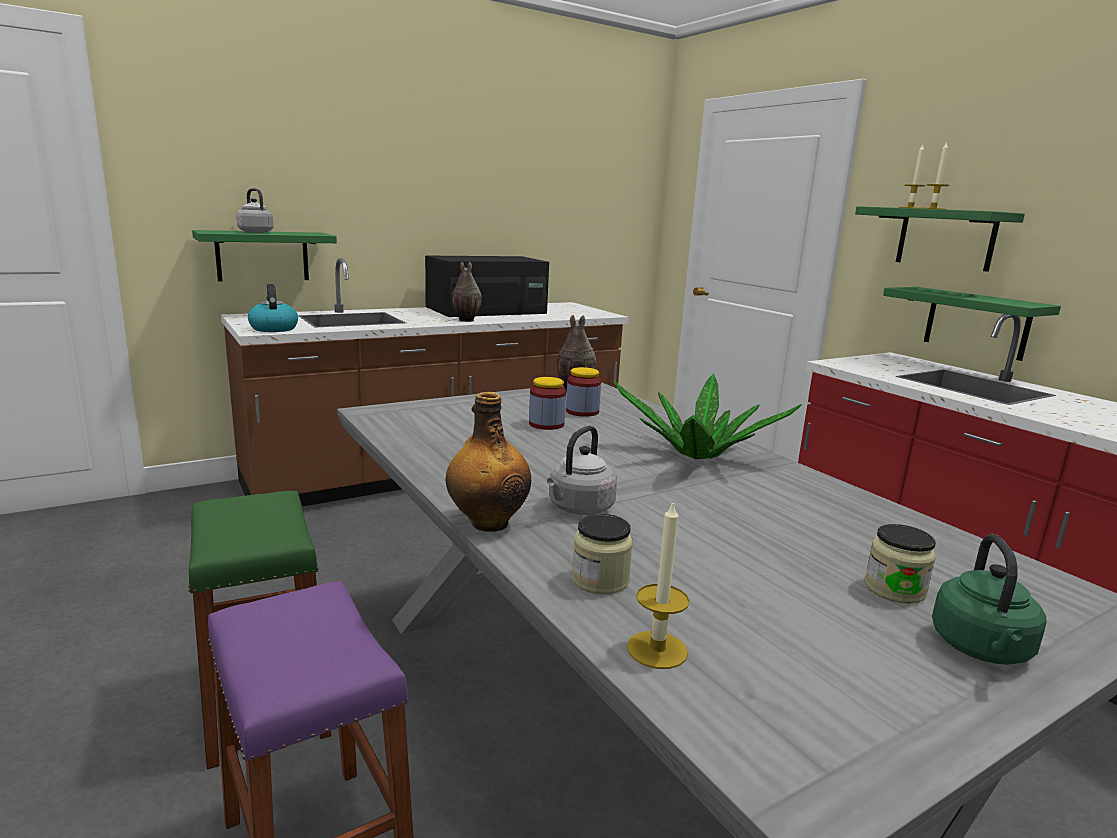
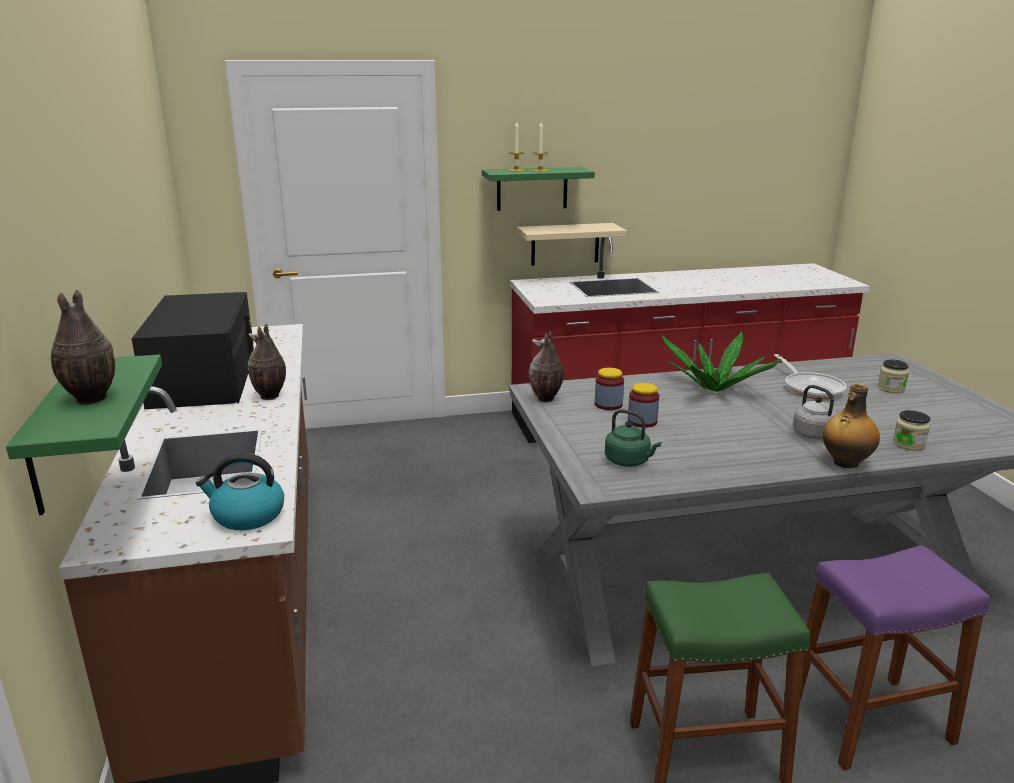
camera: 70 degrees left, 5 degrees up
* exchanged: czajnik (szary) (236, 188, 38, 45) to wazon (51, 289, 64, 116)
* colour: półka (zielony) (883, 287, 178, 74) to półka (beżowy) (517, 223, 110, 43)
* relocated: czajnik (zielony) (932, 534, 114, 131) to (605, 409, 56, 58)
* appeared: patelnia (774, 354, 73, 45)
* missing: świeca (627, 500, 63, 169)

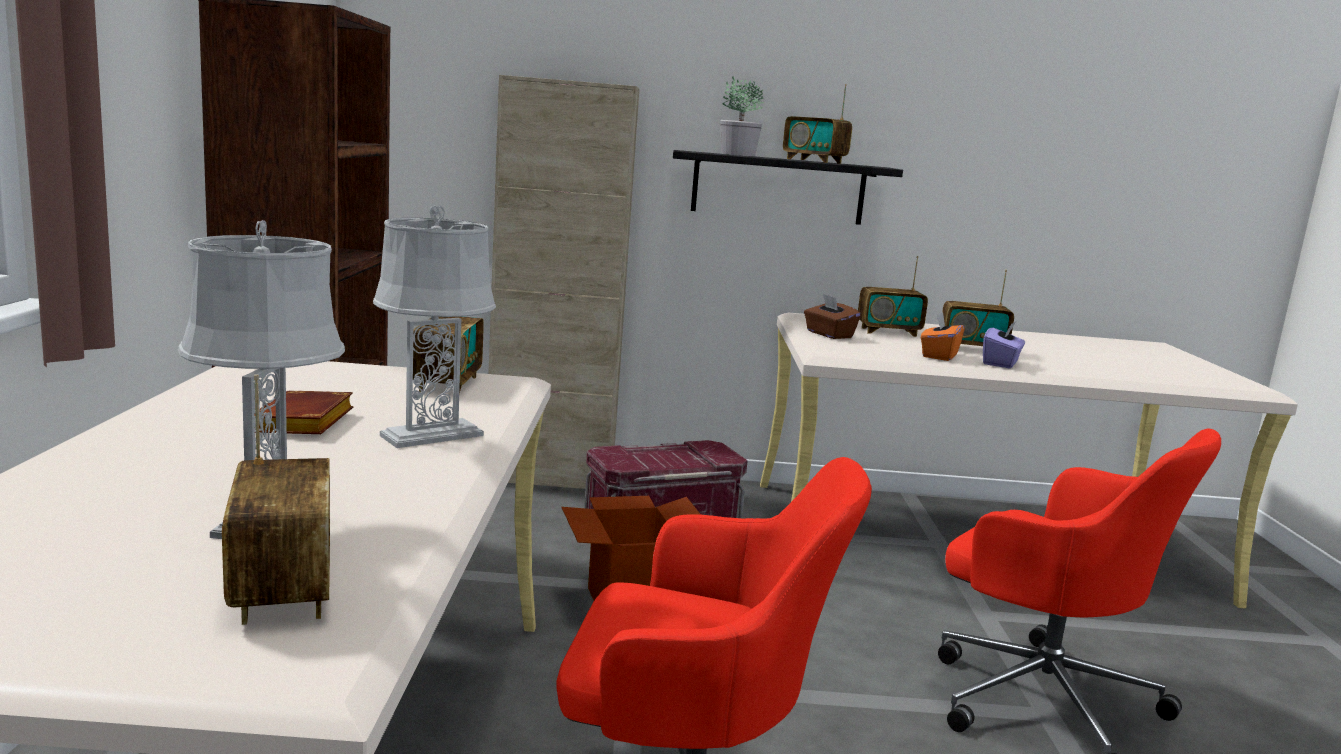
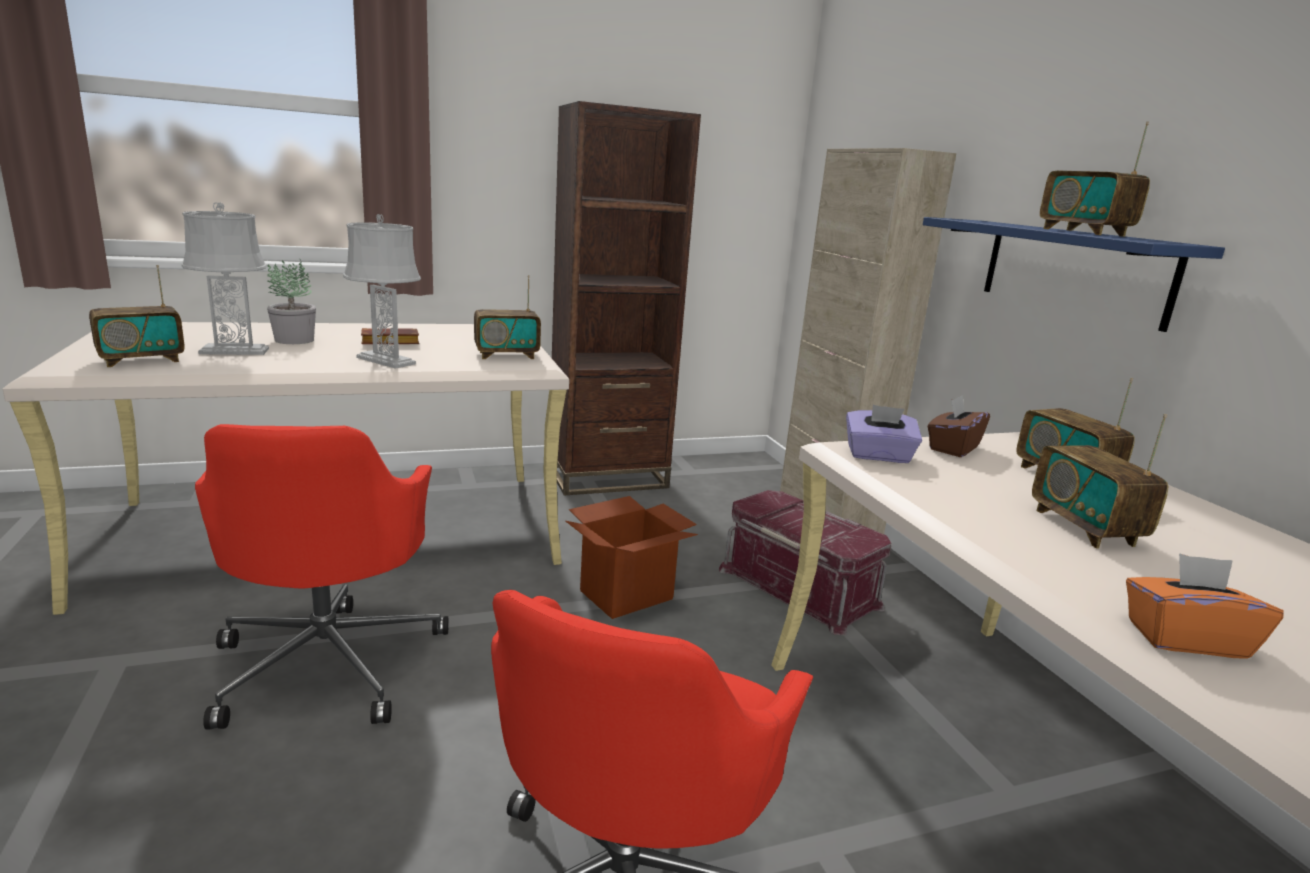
camera: 70 degrees right, 5 degrees up
* relocated: roślina doniczkowa (720, 76, 44, 81) to (267, 260, 49, 84)
* relocated: pudełko chusteczek (fioletowy) (983, 322, 42, 47) to (846, 405, 76, 58)
* colour: półka (czarny) (673, 150, 230, 75) to półka (niebieski) (923, 217, 302, 115)
* spun: radio (783, 84, 69, 80) = (1040, 122, 110, 115) 45 degrees counterclockwise
* relocated: pudełko chusteczek (pomarańczowy) (921, 312, 43, 49) to (1126, 553, 158, 106)

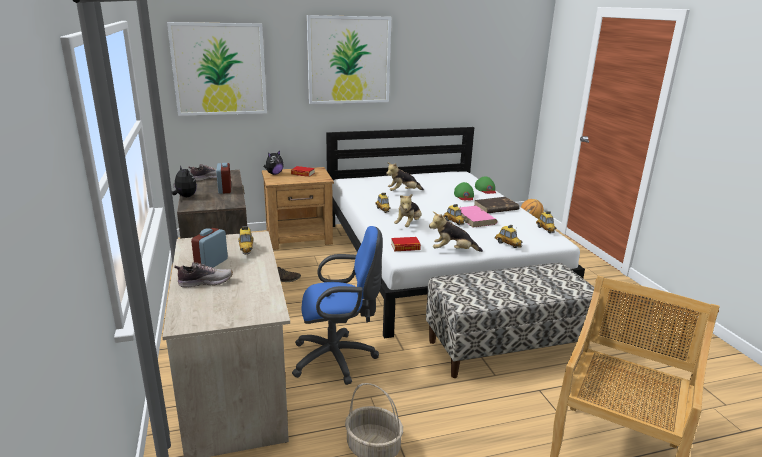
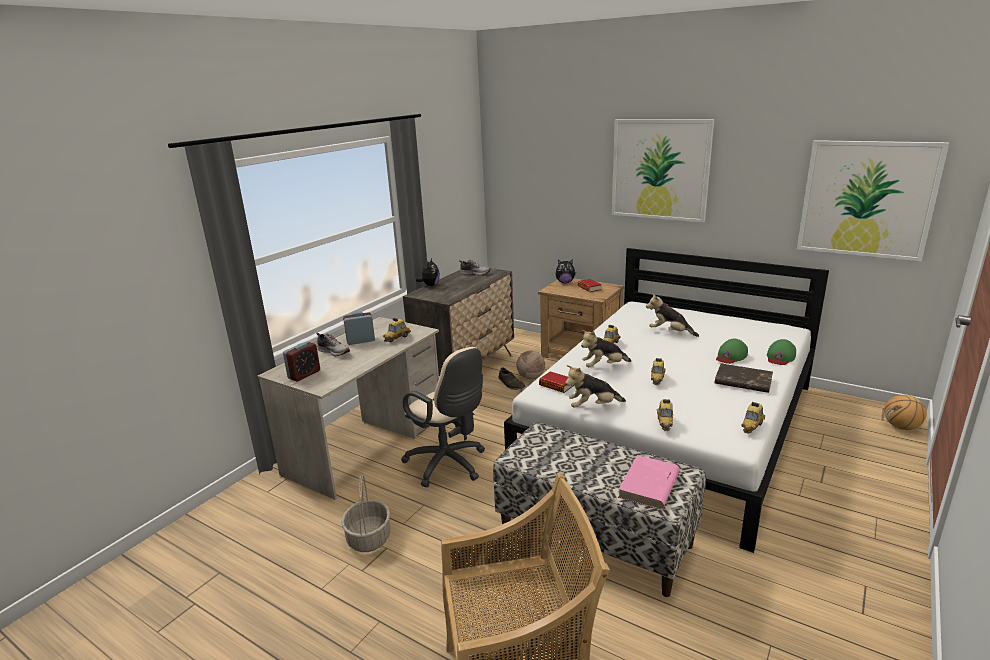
camera: 50 degrees right, 0 degrees up
* relocated: budzik (216, 163, 15, 31) to (283, 341, 37, 40)
* colour: krzesło biurowe (niebieski) (292, 226, 91, 159) to krzesło biurowe (beżowy) (401, 347, 84, 140)
* appeared: piłka do koszykówki (516, 351, 29, 28)
* spun: pluszak (429, 212, 54, 40) = (565, 365, 61, 43) 60 degrees counterclockwise
* relocated: książka (różowy) (459, 206, 39, 22) to (618, 455, 62, 54)
* relocated: obraz (167, 22, 100, 94) to (797, 140, 152, 121)

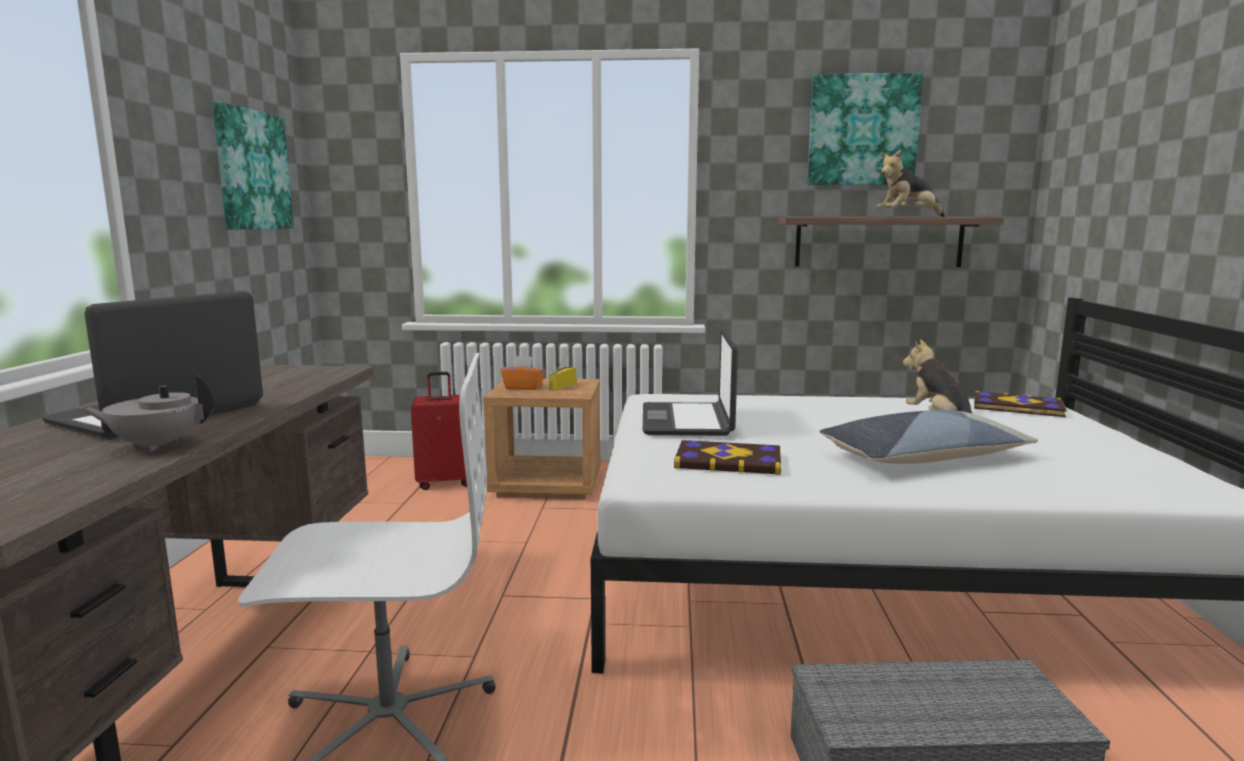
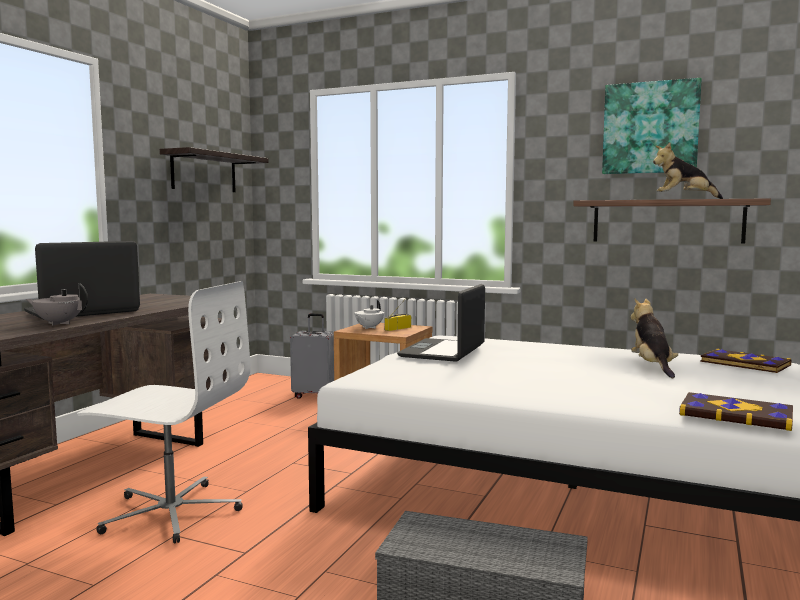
camera: 20 degrees right, 5 degrees down
* exchanged: obraz (212, 101, 82, 129) to półka (160, 147, 109, 45)
* colour: walizka (czerwony) (411, 372, 56, 118) to walizka (szary) (290, 314, 44, 85)
* exchanged: pudełko chusteczek (pomarańczowy) (501, 356, 44, 34) to imbryk (biały) (355, 300, 29, 29)
* relocated: książka (674, 440, 107, 35) to (679, 392, 114, 39)
* missing: poduszka (819, 410, 219, 54)

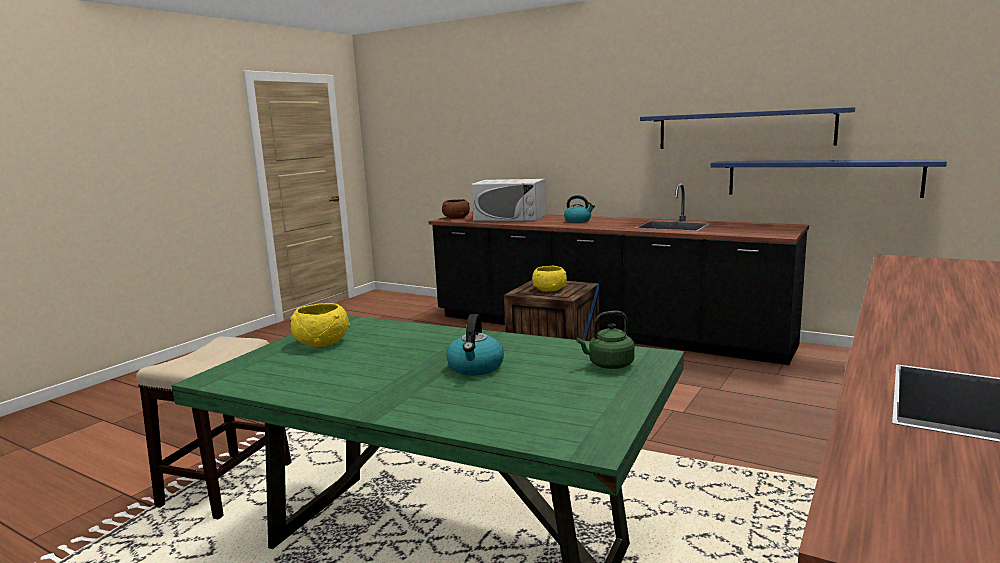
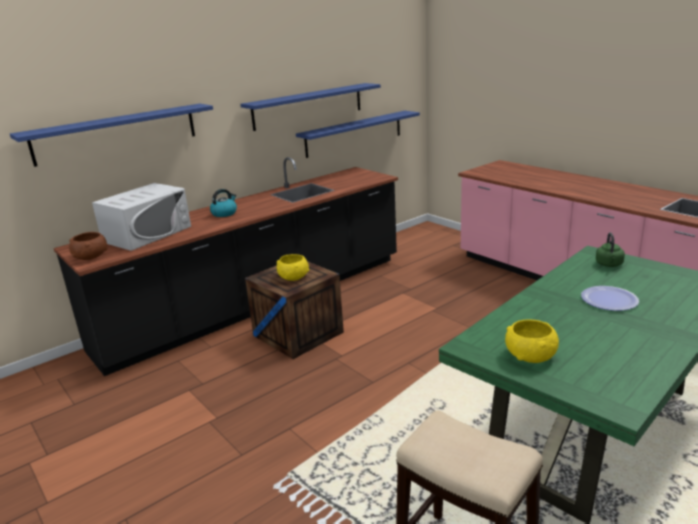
camera: 70 degrees left, 10 degrees up
* appeared: półka (niebieski) (10, 104, 203, 63)
* exchanged: czajnik (446, 314, 58, 62) to talerz (581, 286, 58, 25)

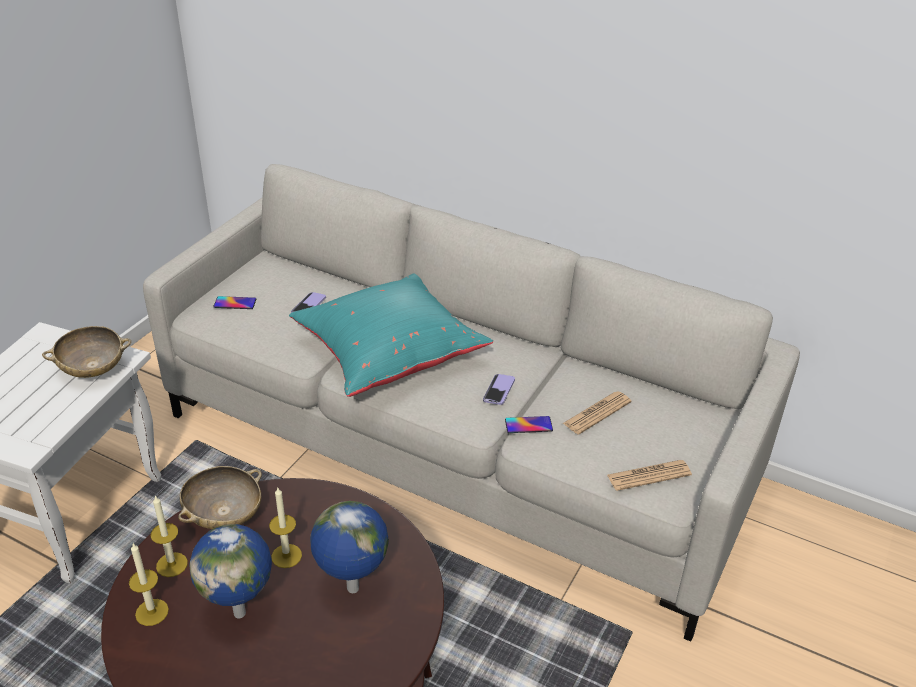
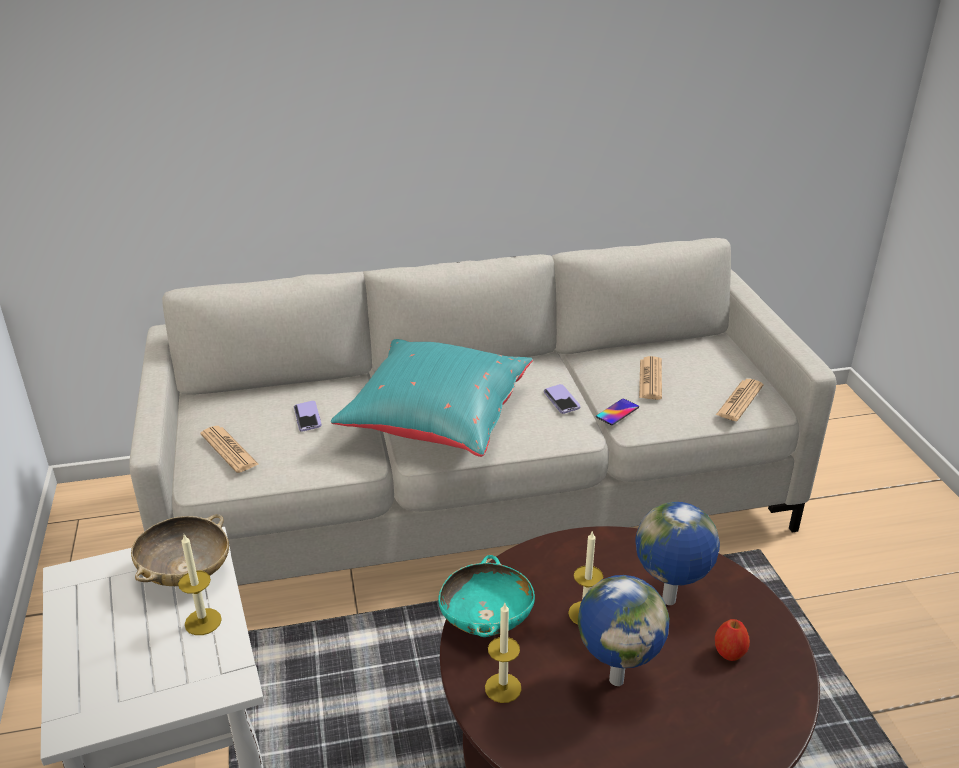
camera: 40 degrees left, 5 degrees down
* relocated: świeca (129, 543, 40, 83) to (178, 535, 44, 100)
* exchanged: telefon (213, 296, 43, 13) to gazeta (200, 426, 59, 47)
* colour: miska (beżowy) (178, 466, 84, 63) to miska (turkusowy) (438, 555, 97, 82)
* appeared: jabłko (715, 619, 35, 42)

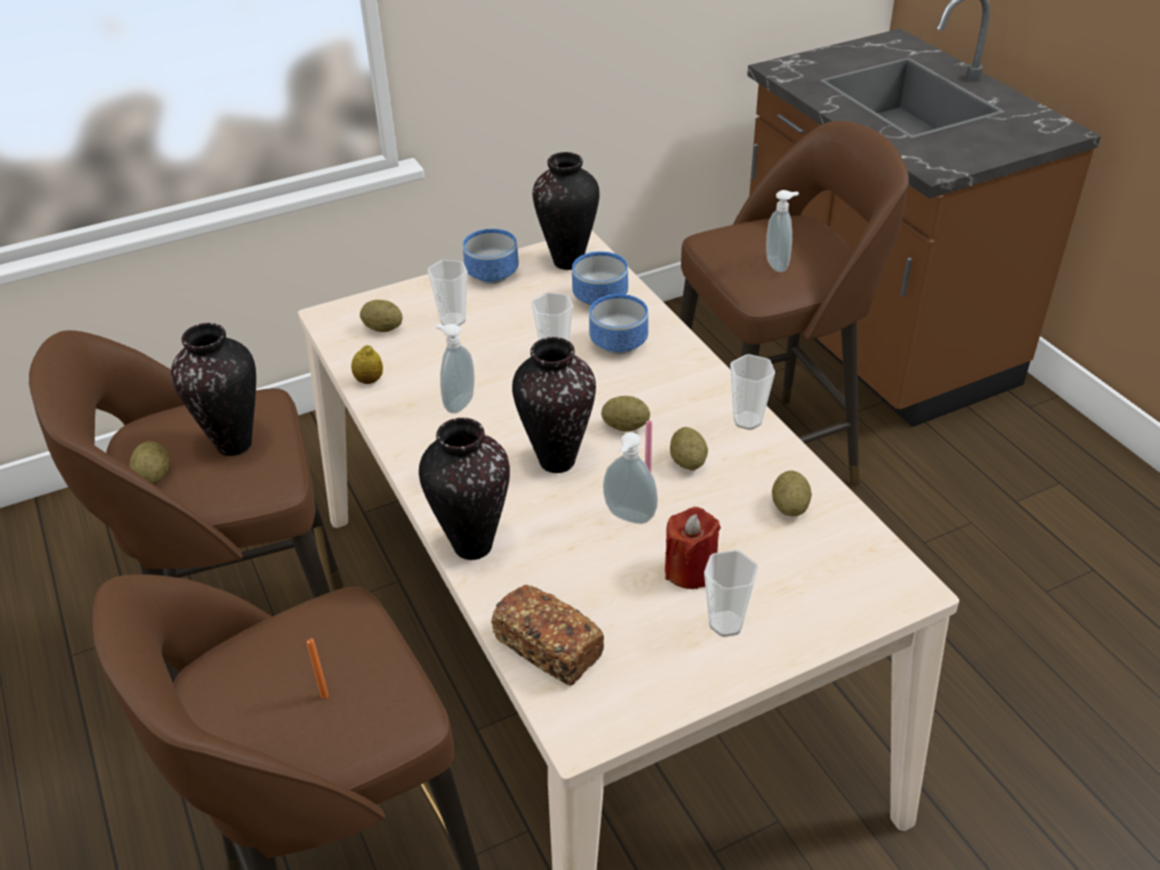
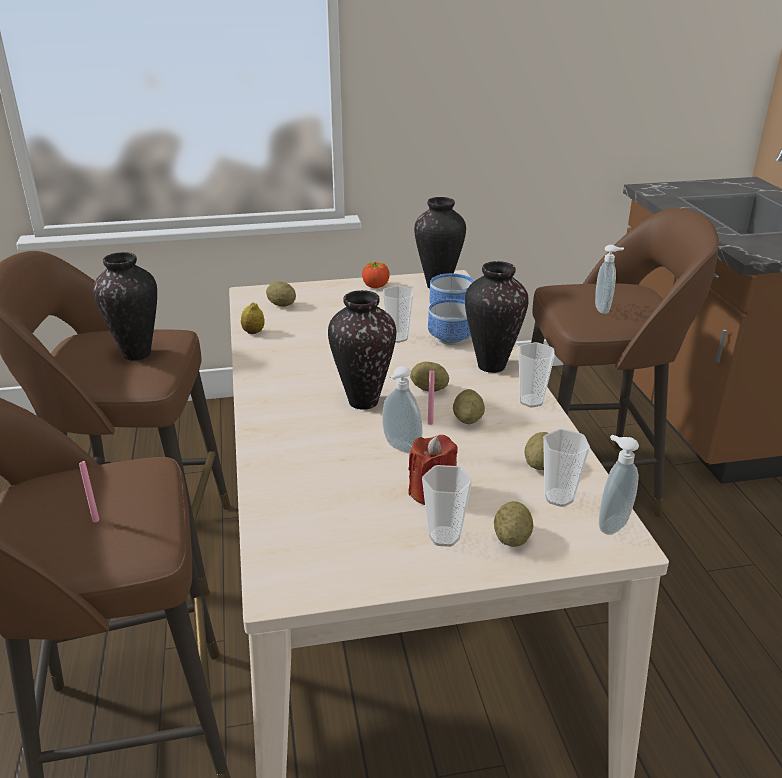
camera: 15 degrees right, 10 degrees down
* colour: świeca (pomarańczowy) (307, 638, 22, 61) to świeca (różowy) (79, 460, 20, 62)
* exchanged: miska (463, 229, 56, 55) to pomidor (362, 261, 28, 27)
* relocated: wazon (419, 418, 91, 142) to (465, 261, 64, 112)
* relocated: ziemniak (130, 441, 39, 43) to (494, 501, 39, 46)
* relocated: filiżanka (427, 260, 40, 66) to (543, 429, 47, 78)
* relocated: dozownik mydła (436, 324, 38, 90) to (599, 435, 40, 100)
* missing: chleb (491, 584, 113, 102)

